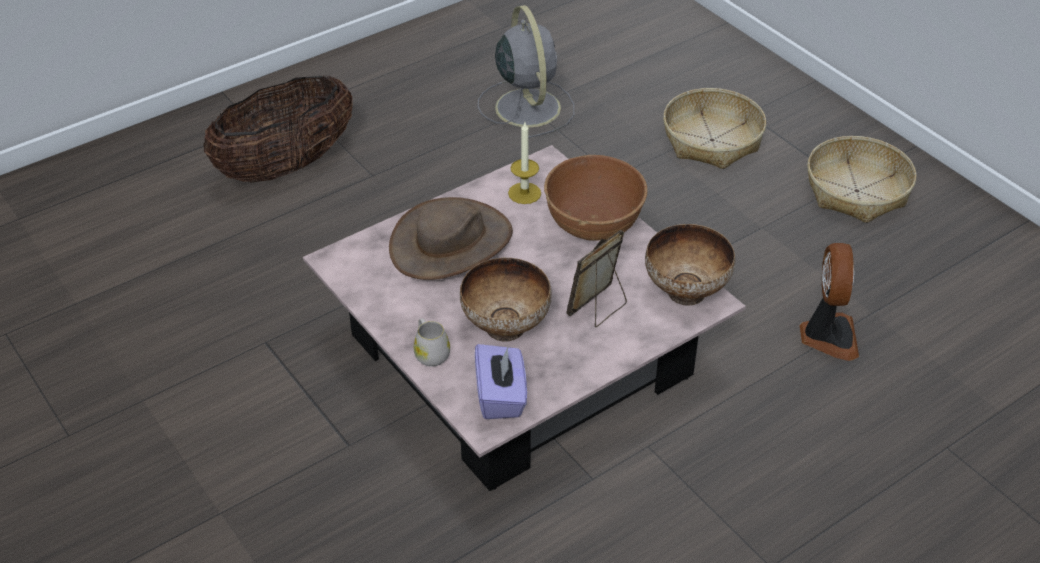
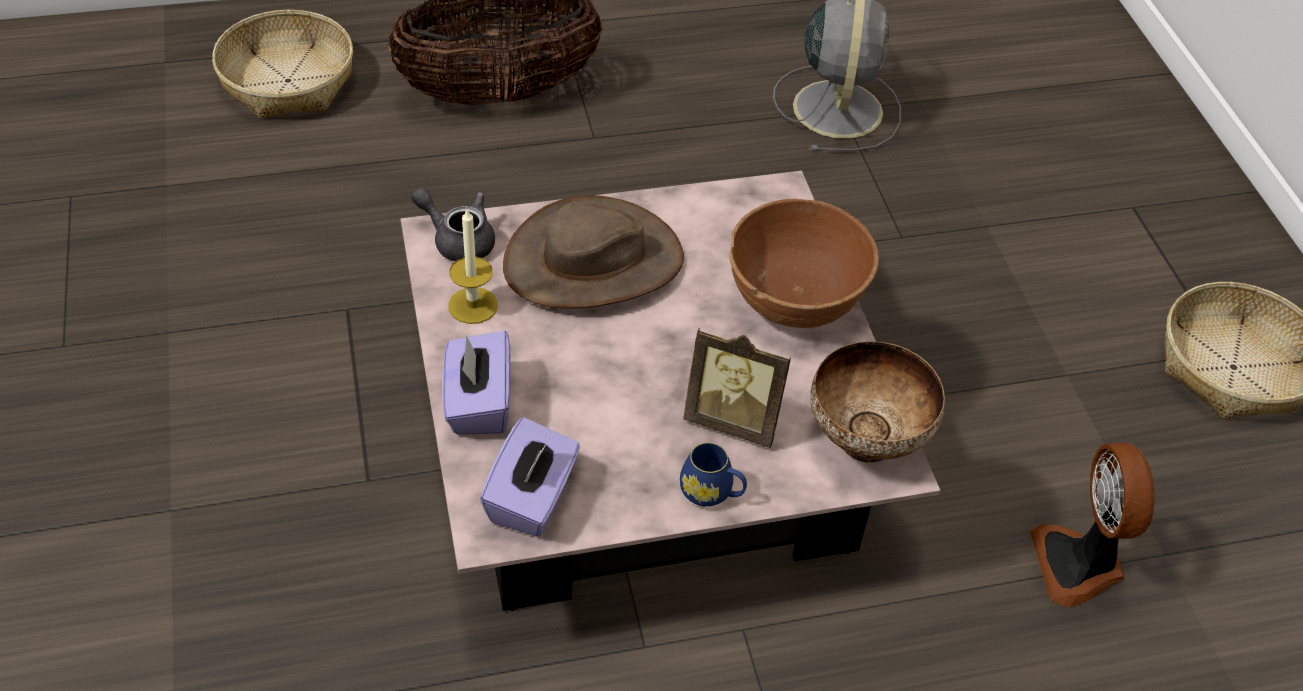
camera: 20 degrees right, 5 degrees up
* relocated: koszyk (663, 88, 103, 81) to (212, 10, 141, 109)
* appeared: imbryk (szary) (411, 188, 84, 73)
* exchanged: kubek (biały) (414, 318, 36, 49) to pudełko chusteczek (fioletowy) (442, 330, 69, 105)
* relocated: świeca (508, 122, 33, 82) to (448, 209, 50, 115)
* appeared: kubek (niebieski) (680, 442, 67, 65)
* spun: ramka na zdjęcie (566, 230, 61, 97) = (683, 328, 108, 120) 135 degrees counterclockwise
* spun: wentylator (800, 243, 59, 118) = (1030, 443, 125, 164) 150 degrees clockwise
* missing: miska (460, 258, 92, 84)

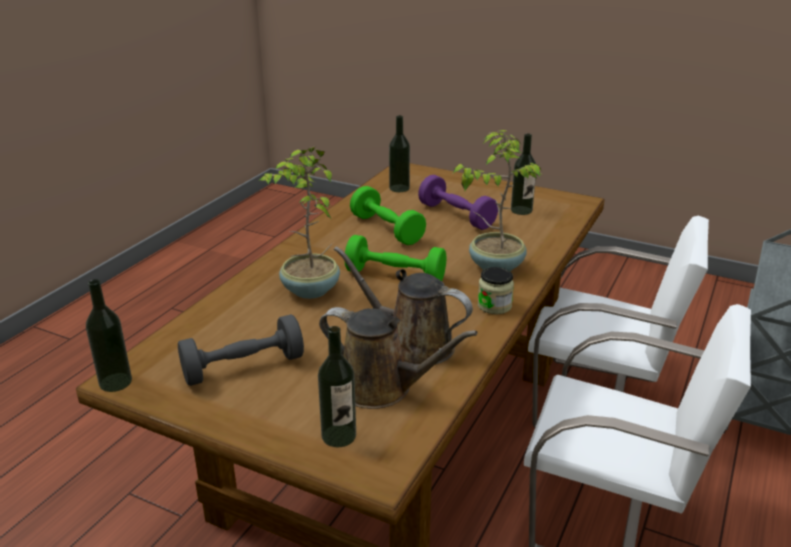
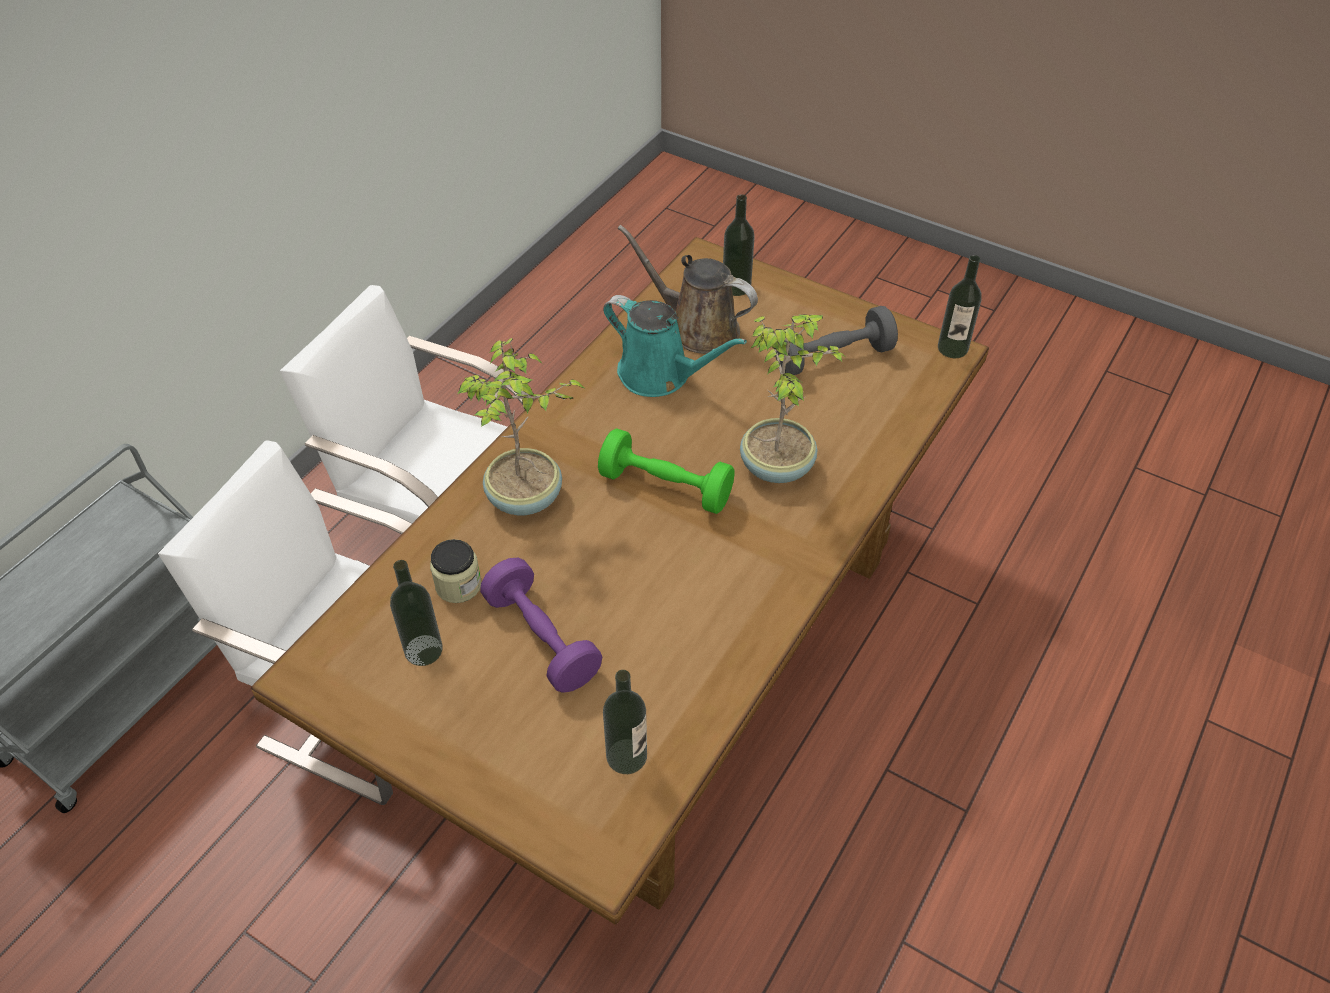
camera: 175 degrees left, 20 degrees up
* relocated: słoik (478, 267, 36, 47) to (430, 539, 51, 64)
* colour: konewka (brązowy) (334, 246, 139, 119) to konewka (turkusowy) (603, 295, 144, 102)
* missing: hantel (zielony) (350, 186, 76, 59)

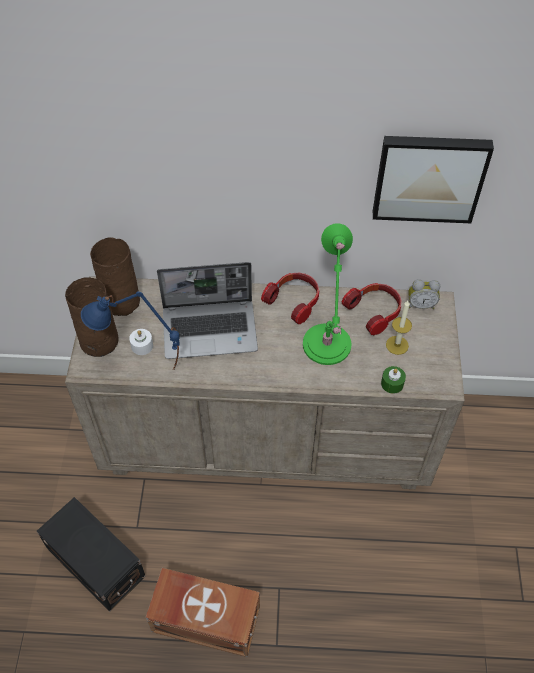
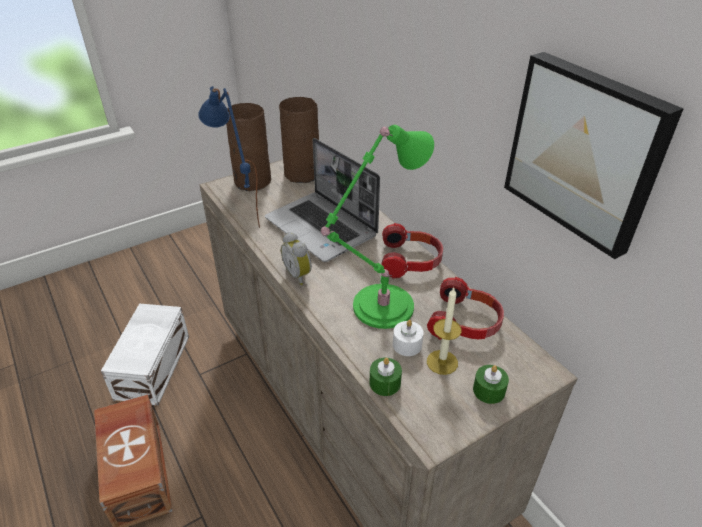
camera: 55 degrees right, 15 degrees down
* colour: pojemnik do przechowywania (czarny) (37, 497, 109, 115) to pojemnik do przechowywania (biały) (101, 303, 88, 103)
* relocated: budzik (408, 279, 32, 30) to (281, 232, 31, 53)
* relocated: świeca (biały) (129, 329, 24, 26) to (393, 320, 31, 36)
* appeared: świeca (zielony) (473, 365, 36, 39)

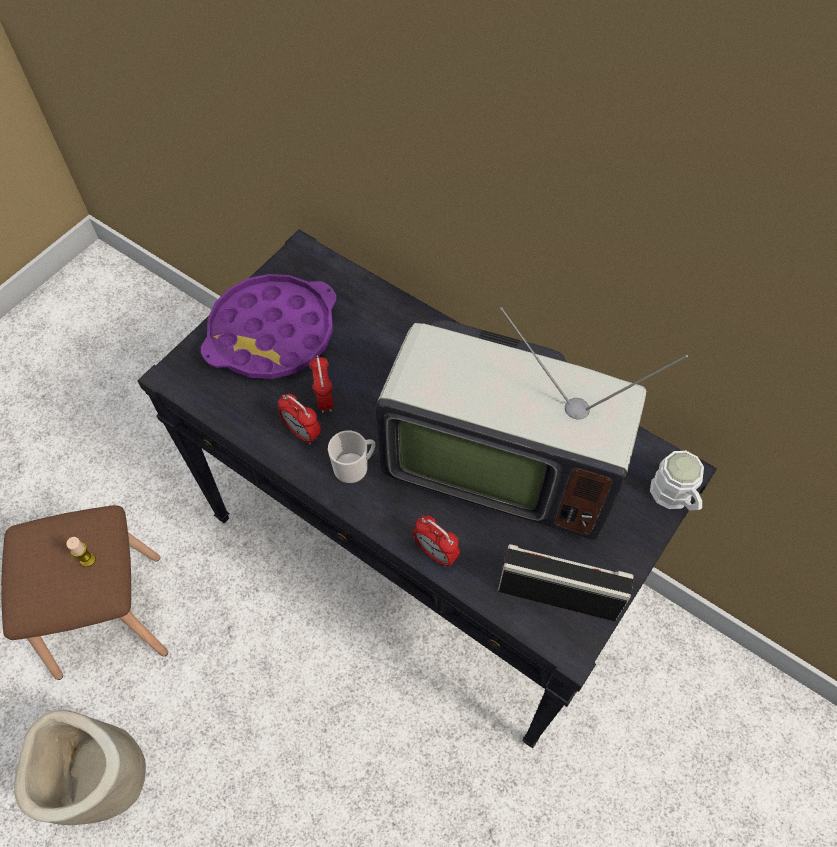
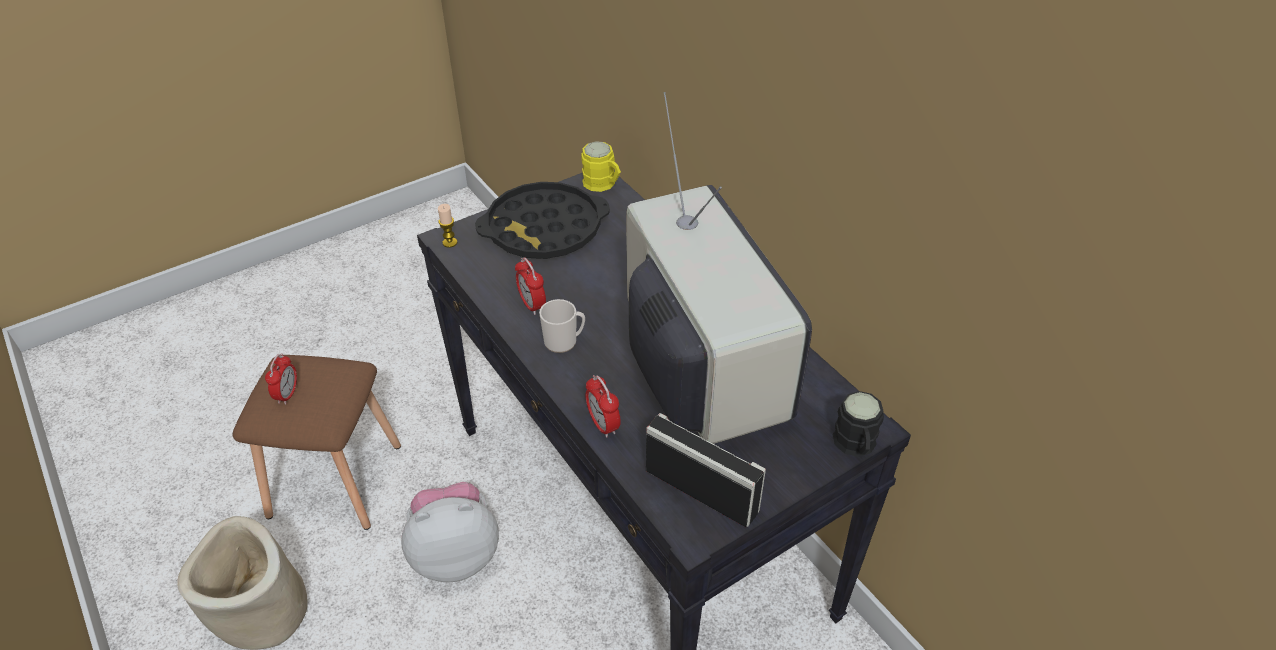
camera: 20 degrees right, 15 degrees down
* relocated: budzik (309, 355, 25, 58) to (265, 354, 32, 51)
* appeared: pluszak (401, 482, 98, 100)
* relocated: świeca (66, 537, 30, 30) to (438, 204, 20, 44)
* colour: taca (fioletowy) (201, 274, 135, 105) to taca (czarny) (475, 182, 135, 77)
* appeared: kubek (żółty) (581, 141, 40, 51)
* spun: telewizor (376, 307, 312, 233) = (626, 92, 186, 352) 150 degrees counterclockwise
* colour: kubek (biały) (650, 451, 54, 59) to kubek (czarny) (833, 391, 51, 66)

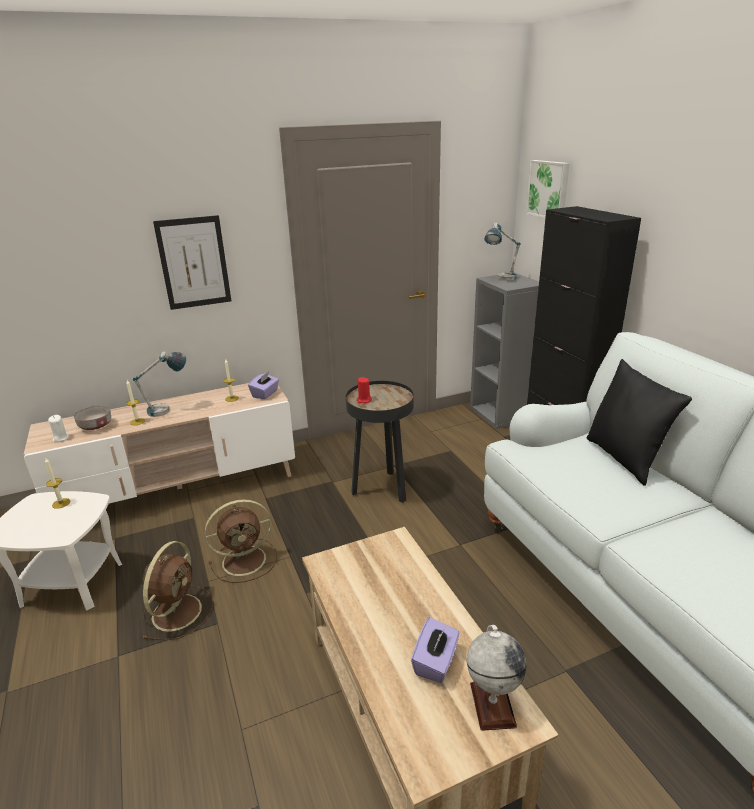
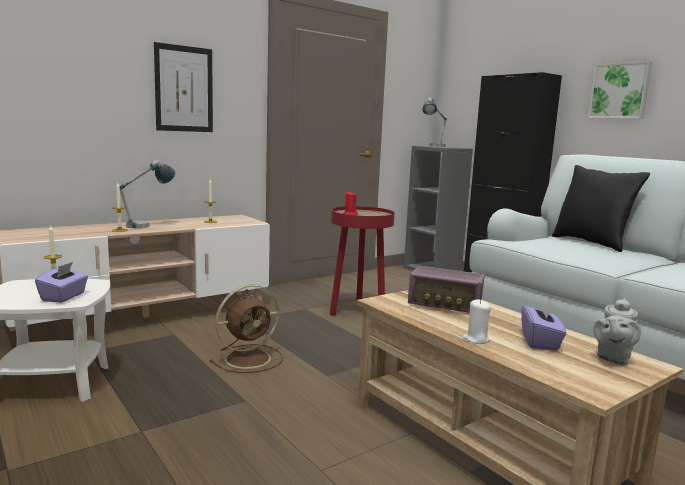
camera: 15 degrees left, 15 degrees down
* relocated: pudełko chusteczek (fioletowy) (248, 372, 31, 27) to (35, 262, 53, 41)
* colour: stolik (czarny) (346, 381, 68, 122) to stolik (czerwony) (330, 206, 65, 110)
* appeared: radio (408, 266, 76, 47)
* relocated: świeca (biały) (48, 415, 21, 27) to (462, 299, 29, 45)
* relocated: obraz (526, 160, 44, 58) to (588, 61, 64, 58)
* exchanged: globus (467, 625, 60, 106) to imbryk (szary) (593, 298, 48, 67)
* missing: miska (szary) (74, 405, 37, 25)
* missing: wentylator (brązowy) (142, 541, 72, 99)

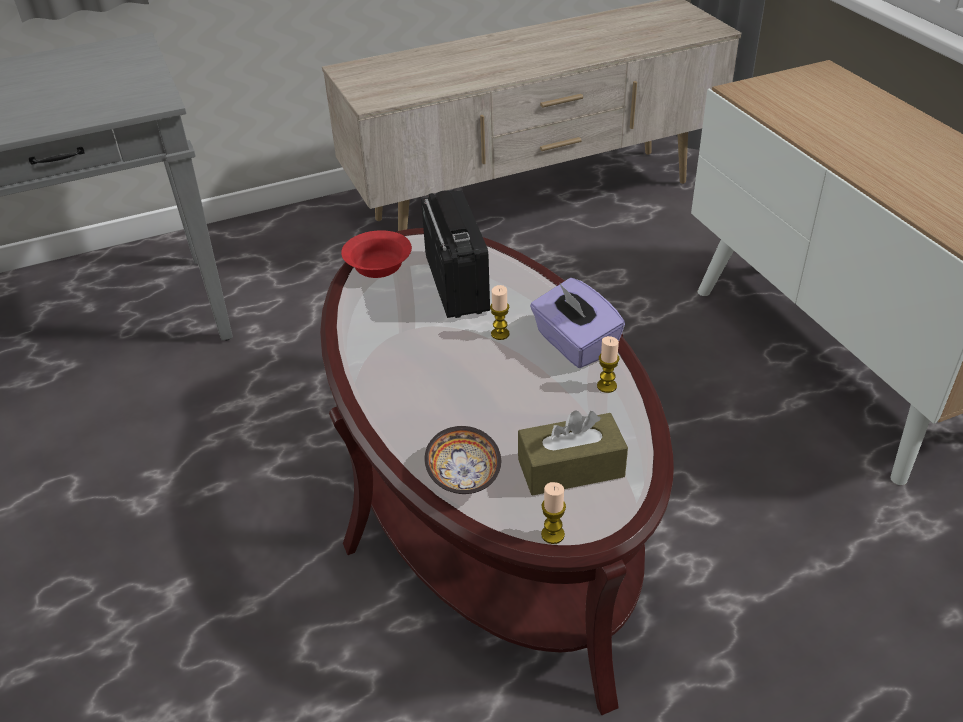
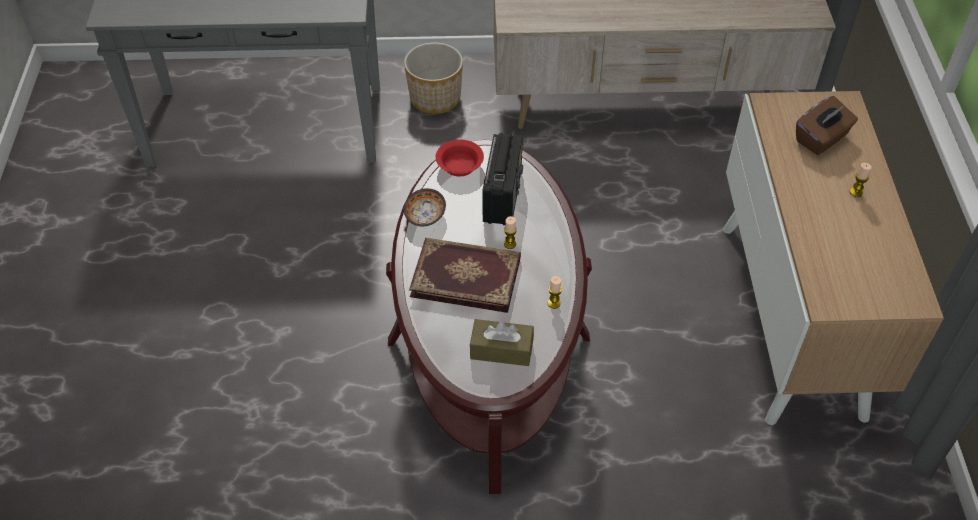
camera: 20 degrees right, 10 degrees up
* appeared: donica (404, 43, 59, 71)
* relocated: miska (425, 426, 76, 68) to (404, 188, 42, 38)
* appeared: książka (409, 238, 112, 75)
* appeared: pudełko chusteczek (brązowy) (796, 96, 62, 59)
* relocated: świeca (541, 482, 25, 62) to (850, 163, 22, 34)
* missing: pudełko chusteczek (fioletowy) (530, 278, 95, 90)

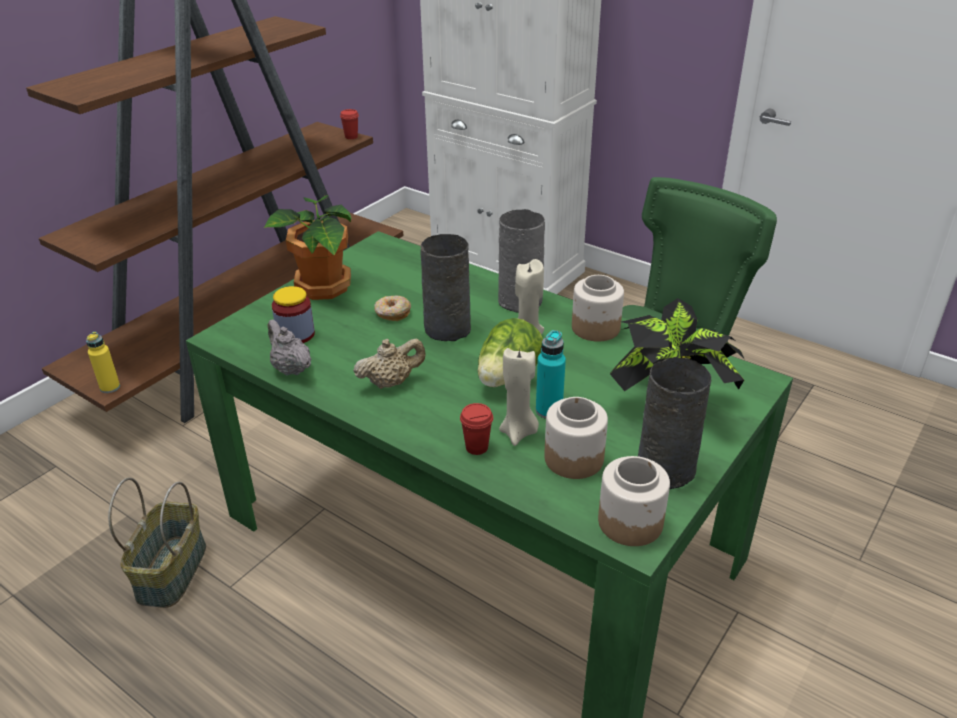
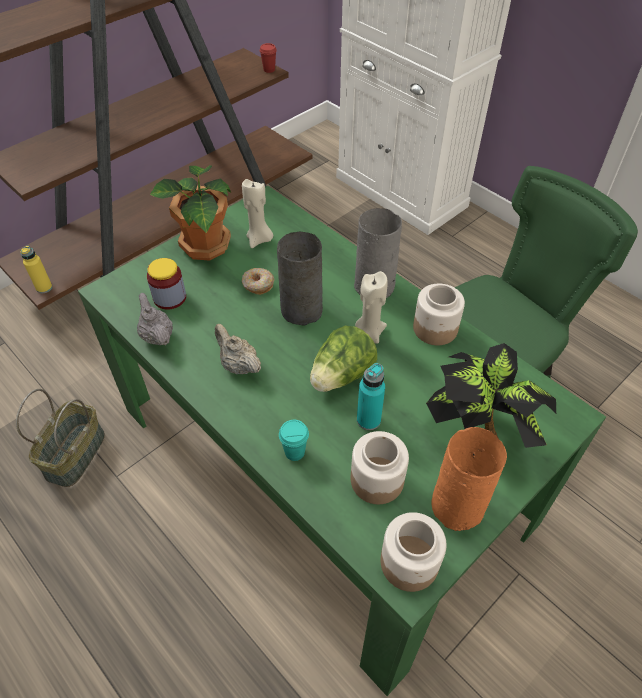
camera: 10 degrees right, 15 degrees up
* spun: imbryk (beżowy) (353, 338, 72, 51) = (215, 324, 46, 50) 120 degrees counterclockwise
* relocated: świeca (beżowy) (499, 347, 40, 99) to (242, 179, 31, 69)
* colour: filiżanka (czerwony) (460, 403, 33, 52) to filiżanka (turkusowy) (279, 420, 30, 41)
* colour: wazon (szary) (638, 357, 73, 132) to wazon (pomarańczowy) (431, 427, 76, 104)

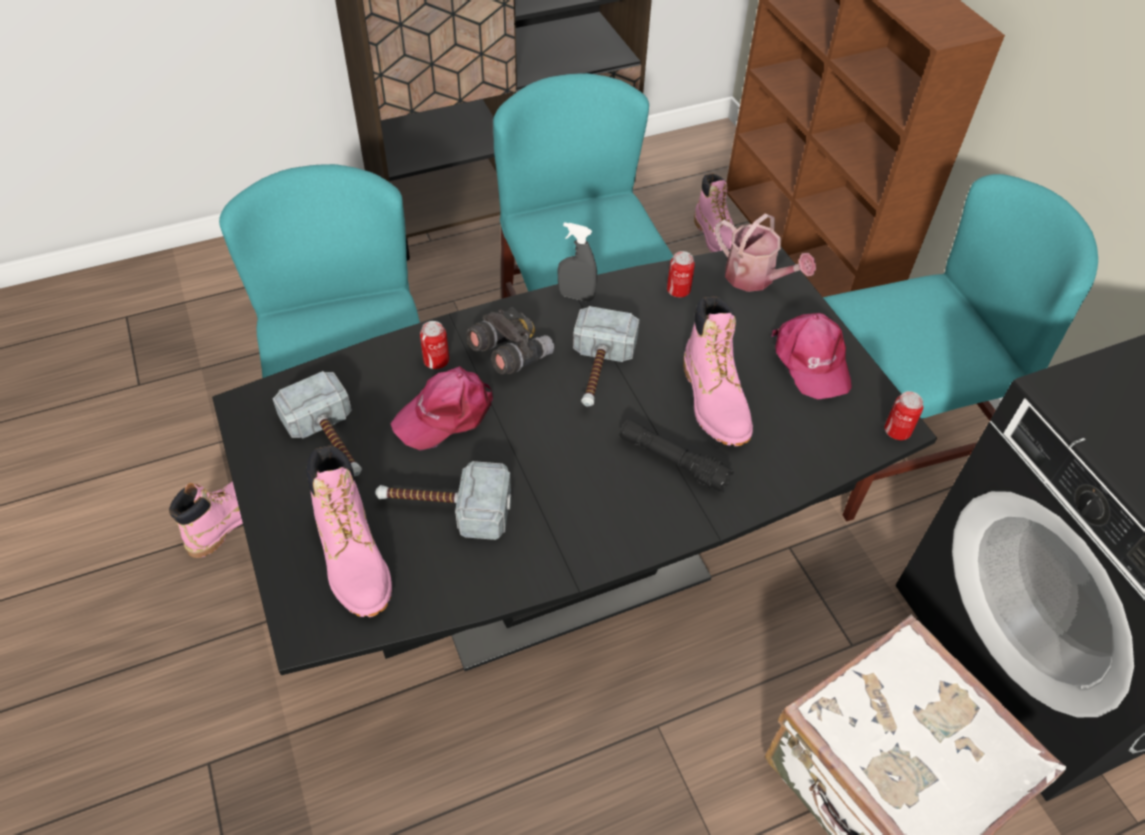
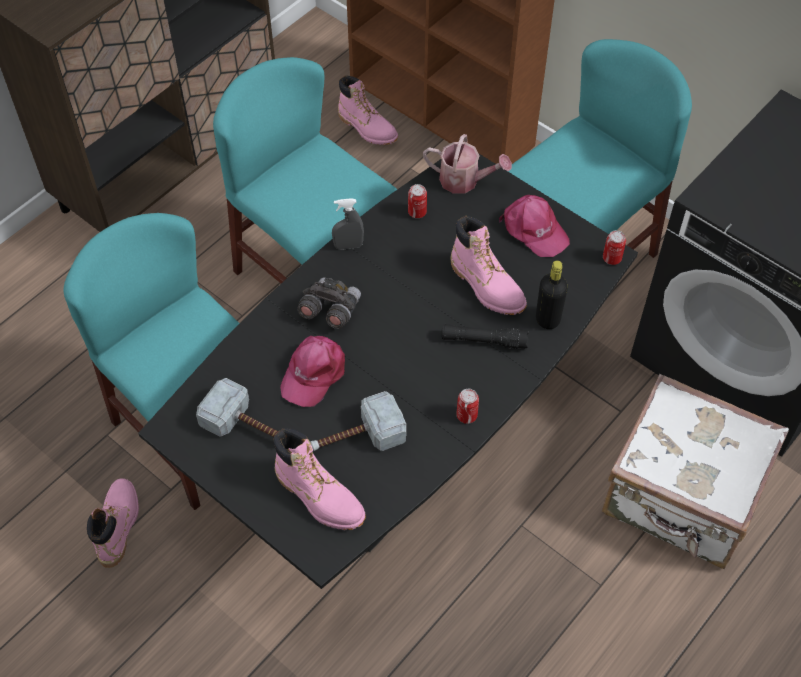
camera: 25 degrees left, 5 degrees up
* relocated: puszka (420, 321, 29, 48) to (456, 389, 23, 35)
* appeared: butelka (czarny) (536, 260, 32, 69)
* missing: młotek (573, 306, 66, 100)

